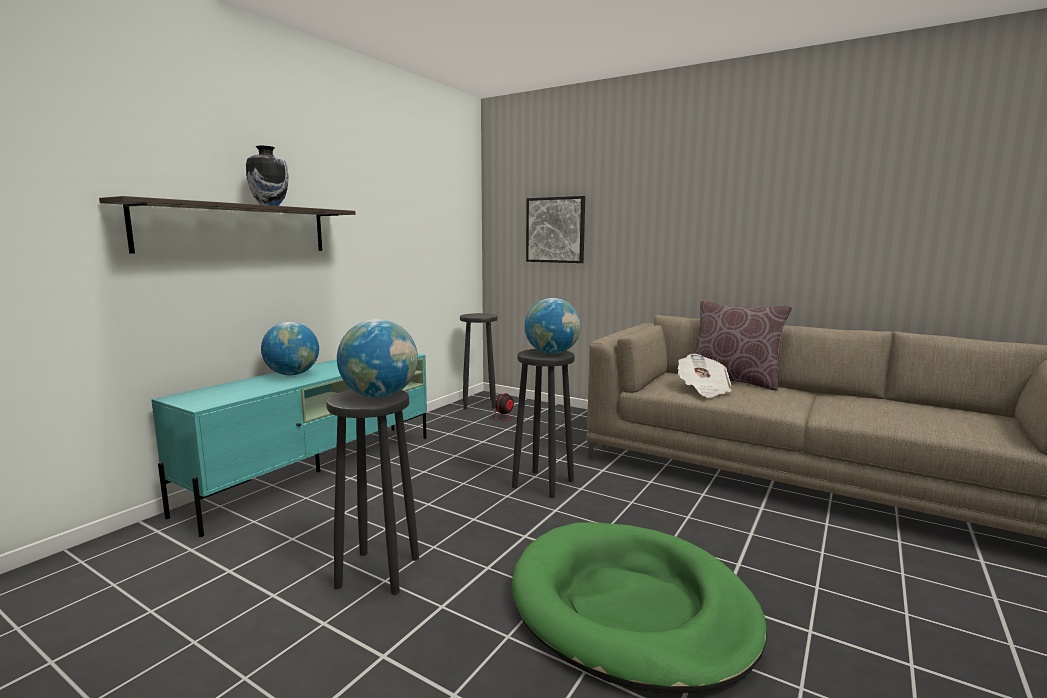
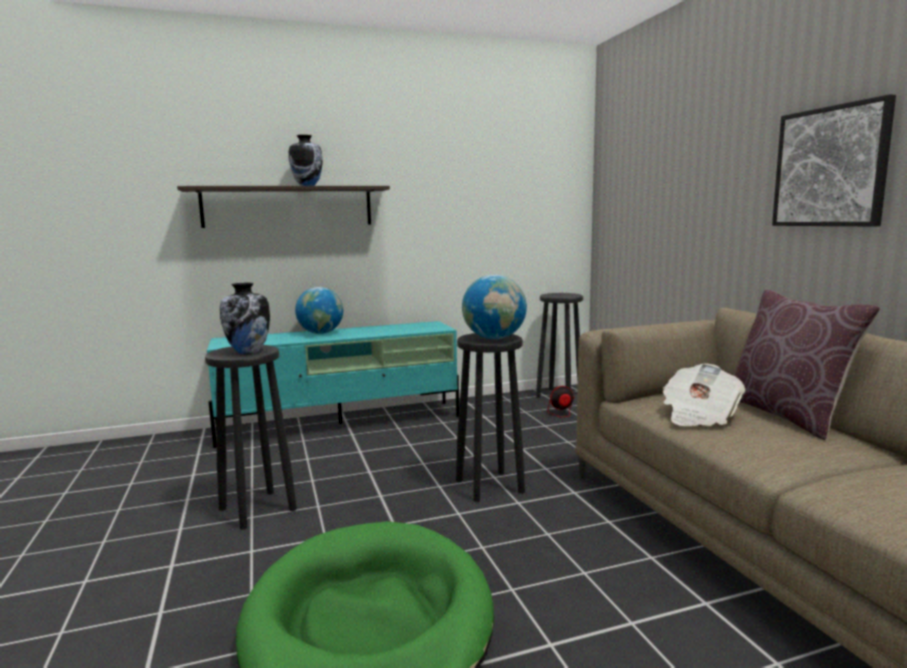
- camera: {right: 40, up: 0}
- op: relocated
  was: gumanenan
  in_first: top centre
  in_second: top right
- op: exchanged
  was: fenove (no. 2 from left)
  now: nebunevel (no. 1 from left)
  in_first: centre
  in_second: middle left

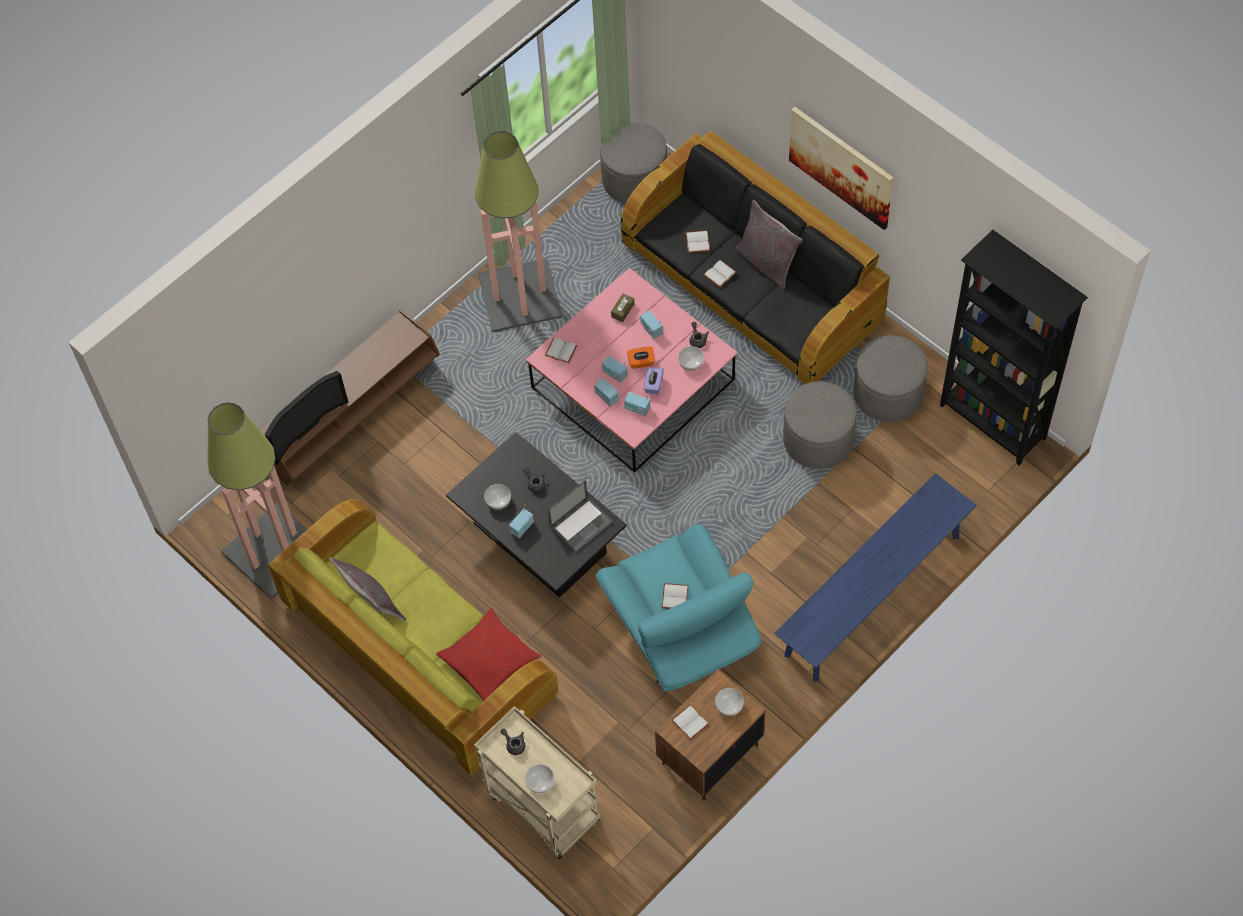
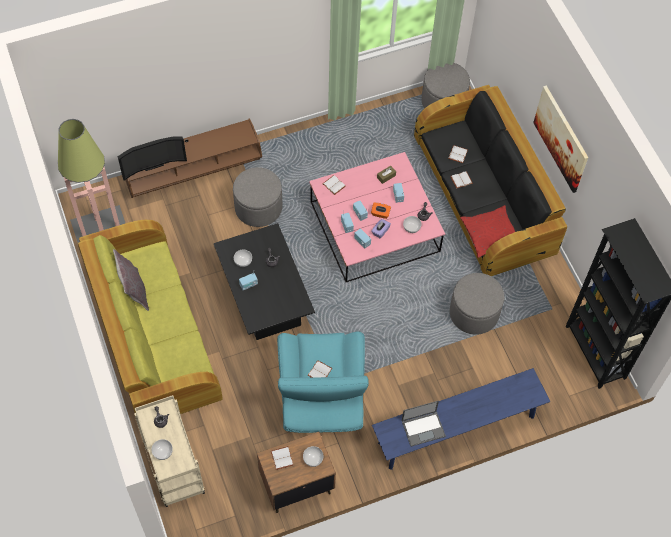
- camera: {right: 20, up: 0}
- op: missing
  was: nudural (no. 2 from left)
  in_first: top centre
- op: missing
  was: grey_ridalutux (no. 2 from left)
  in_first: top centre
- op: relocated
  was: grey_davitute (no. 3 from left in the first image)
  now: grey_davitute (no. 1 from left)
  in_first: middle right
  in_second: centre
- op: relocated
  was: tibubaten
  in_first: centre
  in_second: bottom centre
- op: relocated
  was: red_ridalutux
  in_first: bottom centre
  in_second: middle right

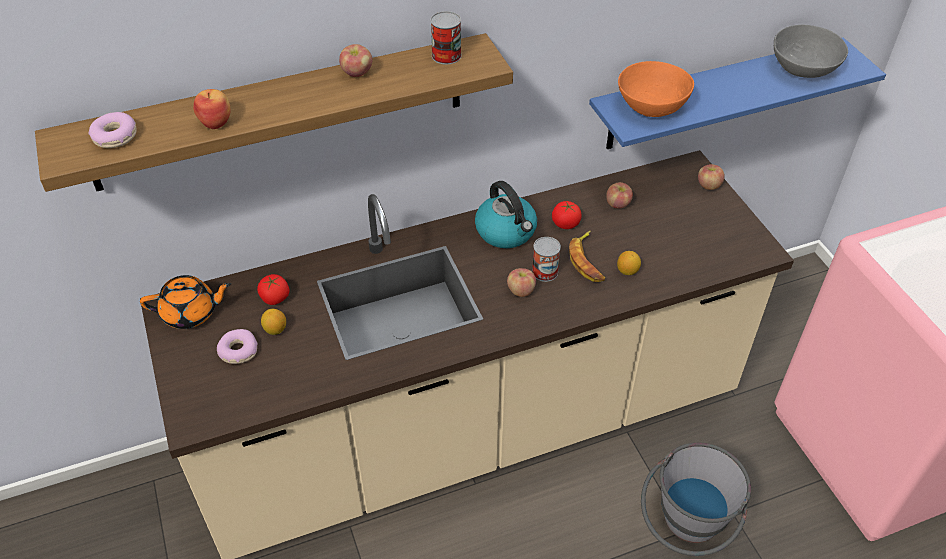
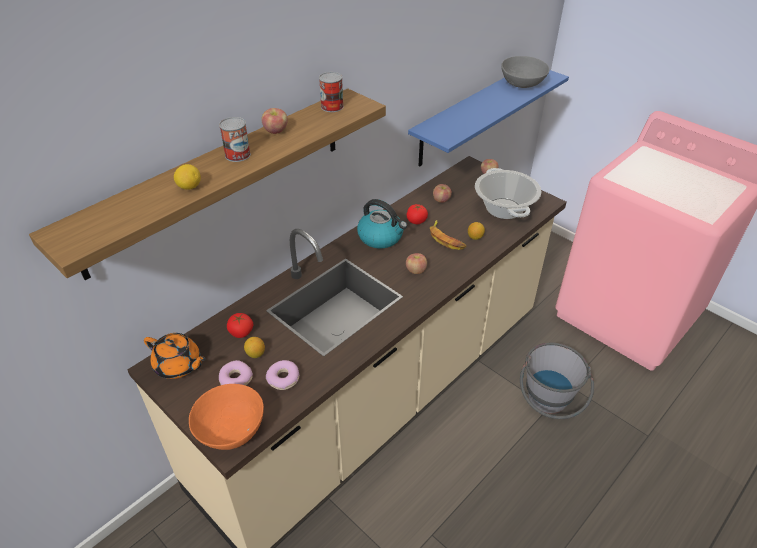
- camera: {right: -25, up: -5}
- op: relocated
  was: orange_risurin
  in_first: top right
  in_second: bottom left
- op: exchanged
  was: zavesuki (no. 1 from left)
  now: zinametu (no. 1 from left)
  in_first: top left
  in_second: top left
- op: relocated
  was: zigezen (no. 1 from left in the first image)
  now: zigezen (no. 2 from left)
  in_first: top left
  in_second: bottom centre
- op: relocated
  was: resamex (no. 2 from left in the first image)
  now: resamex (no. 1 from left)
  in_first: centre
  in_second: top left
- op: spun
  was: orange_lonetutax
  in_first: middle left
  in_second: middle left
  clockwise: 60
- op: appeared
  now: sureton
  in_second: middle right

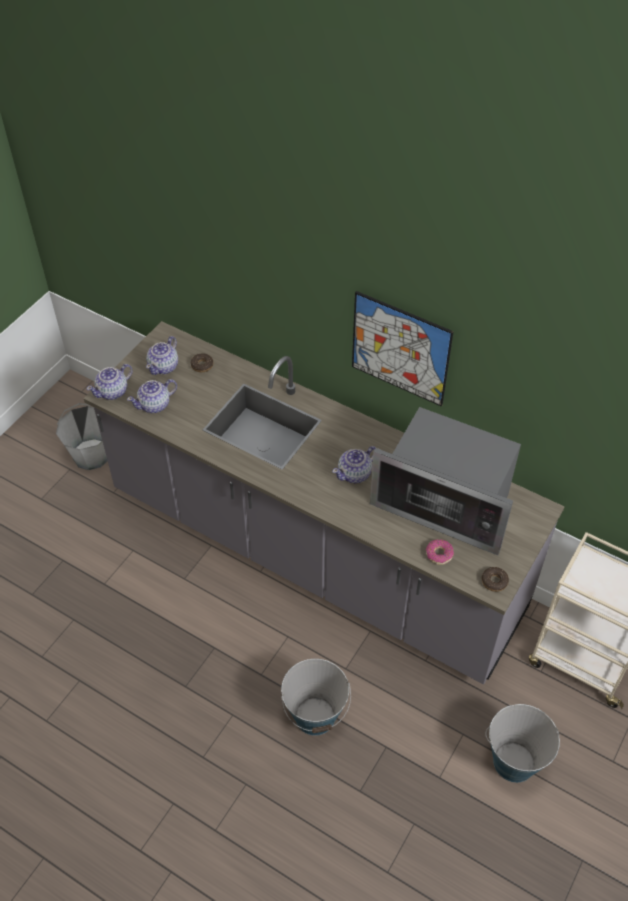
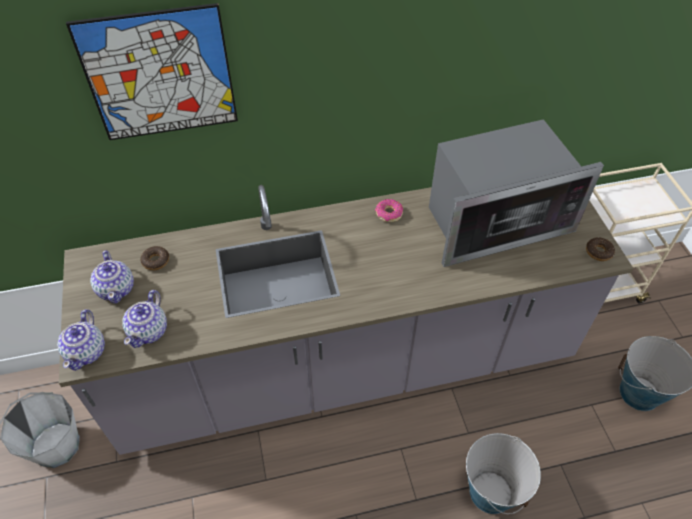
- camera: {right: -45, up: 0}
- op: relocated
  was: gumanenan
  in_first: centre
  in_second: top left
- op: missing
  was: lonetutax (no. 4 from left)
  in_first: centre
- op: relocated
  was: zigezen (no. 2 from left)
  in_first: middle right
  in_second: centre

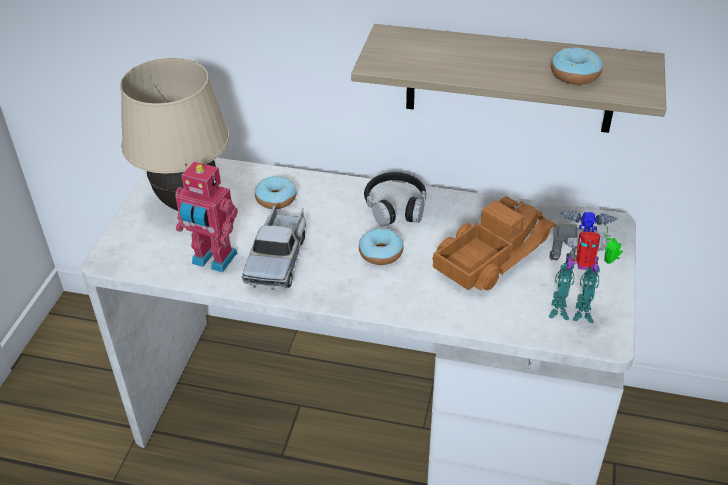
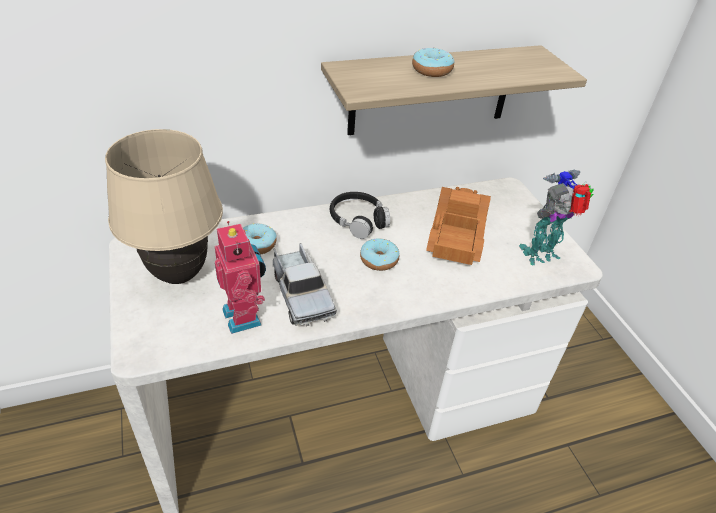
- camera: {right: -35, up: 0}
- op: relocated
  was: zigezen (no. 3 from left)
  in_first: top right
  in_second: top centre
- op: spun
  was: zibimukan (no. 1 from left)
  in_first: middle left
  in_second: centre
  clockwise: -105

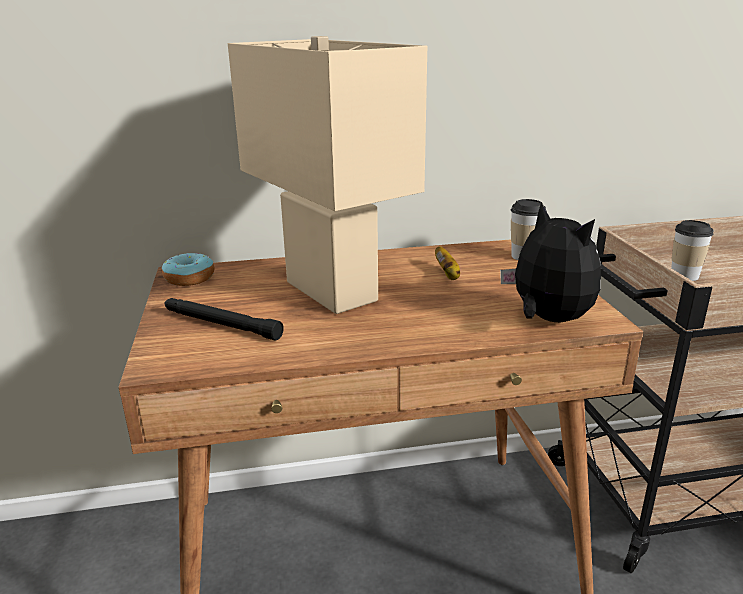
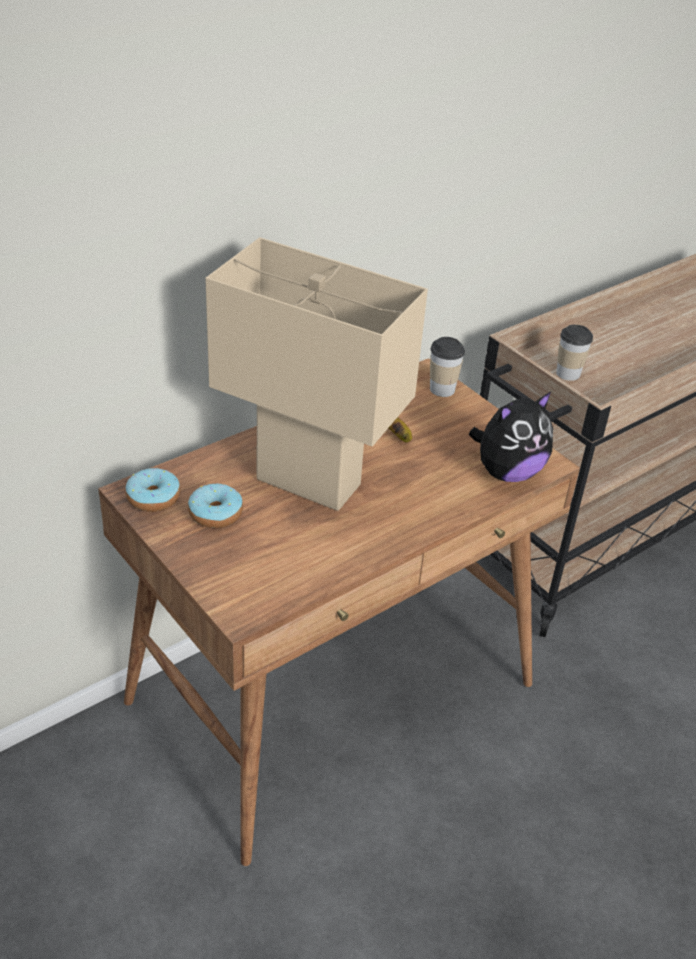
- camera: {right: -30, up: 15}
- op: spun
  was: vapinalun
  in_first: middle right
  in_second: middle right
  clockwise: 120
- op: missing
  was: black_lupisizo
  in_first: middle left
- op: appeared
  now: zigezen (no. 2 from left)
  in_second: middle left

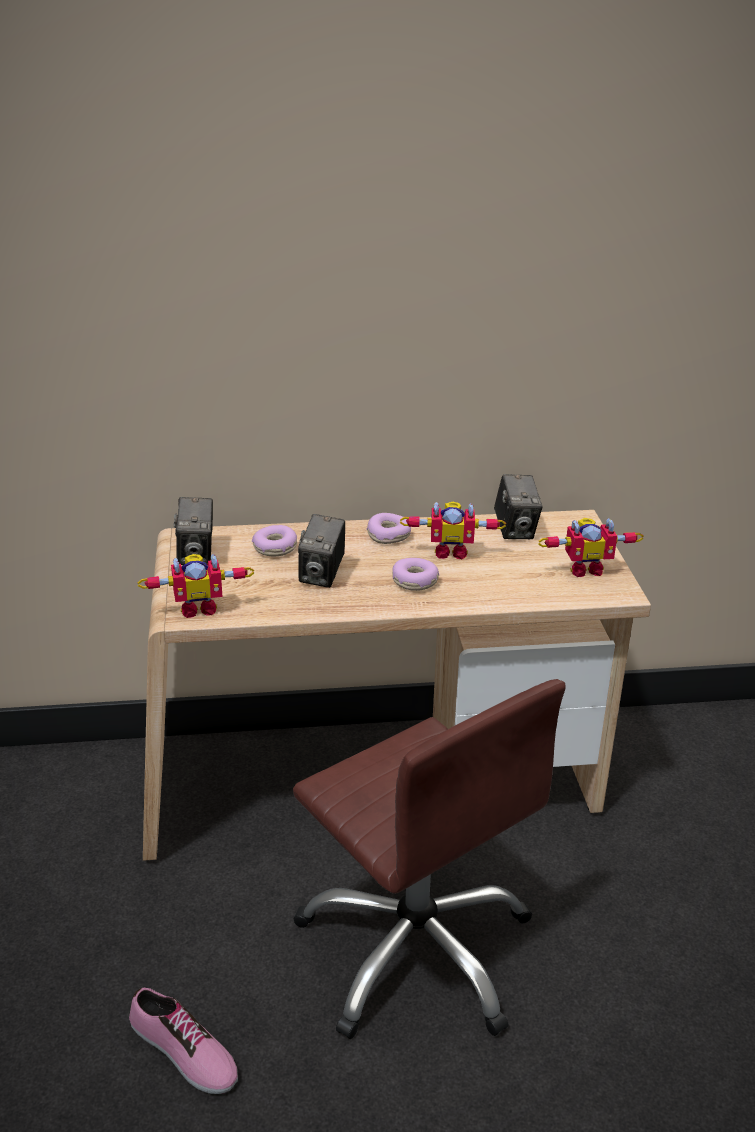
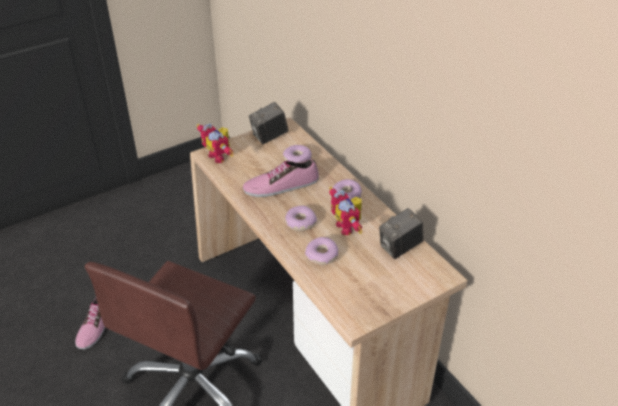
- camera: {right: 65, up: 10}
- op: exchanged
  was: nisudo (no. 2 from left)
  now: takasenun (no. 2 from left)
  in_first: centre
  in_second: centre
- op: missing
  was: zibimukan (no. 3 from left)
  in_first: middle right
- op: appeared
  now: zigezen (no. 3 from left)
  in_second: centre

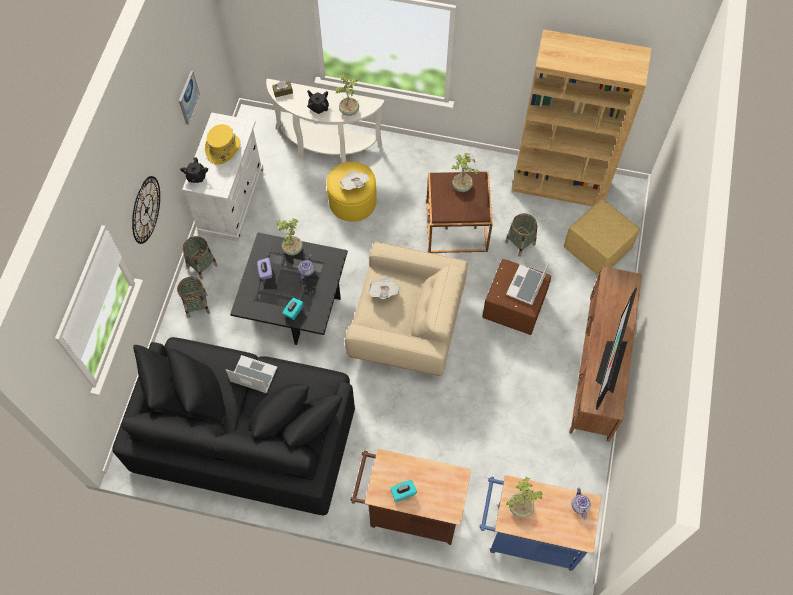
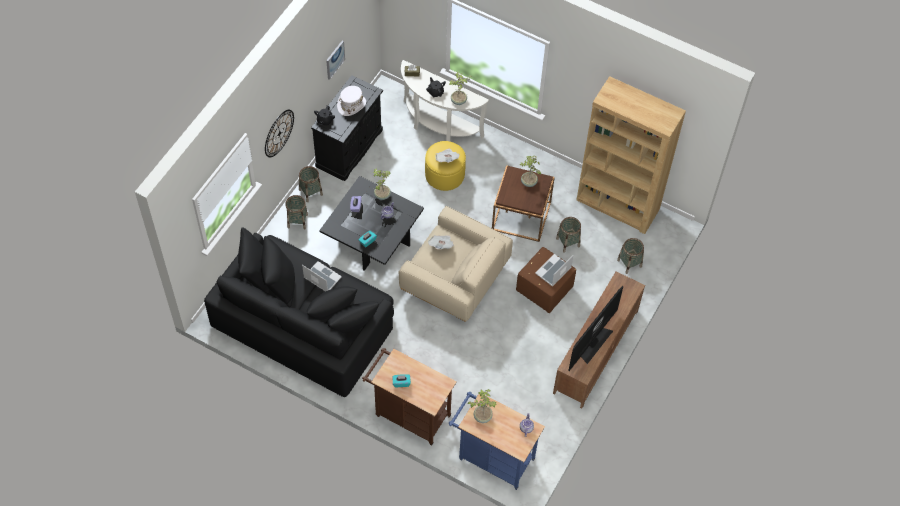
- camera: {right: 15, up: -5}
- op: colour
  was: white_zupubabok
  now: black_zupubabok
  in_first: top left
  in_second: top centre
- op: colour
  was: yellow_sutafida
  now: white_sutafida
  in_first: top left
  in_second: top centre
- op: exchanged
  was: yellow_davitute (no. 2 from left)
  now: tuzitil (no. 4 from left)
  in_first: middle right
  in_second: middle right

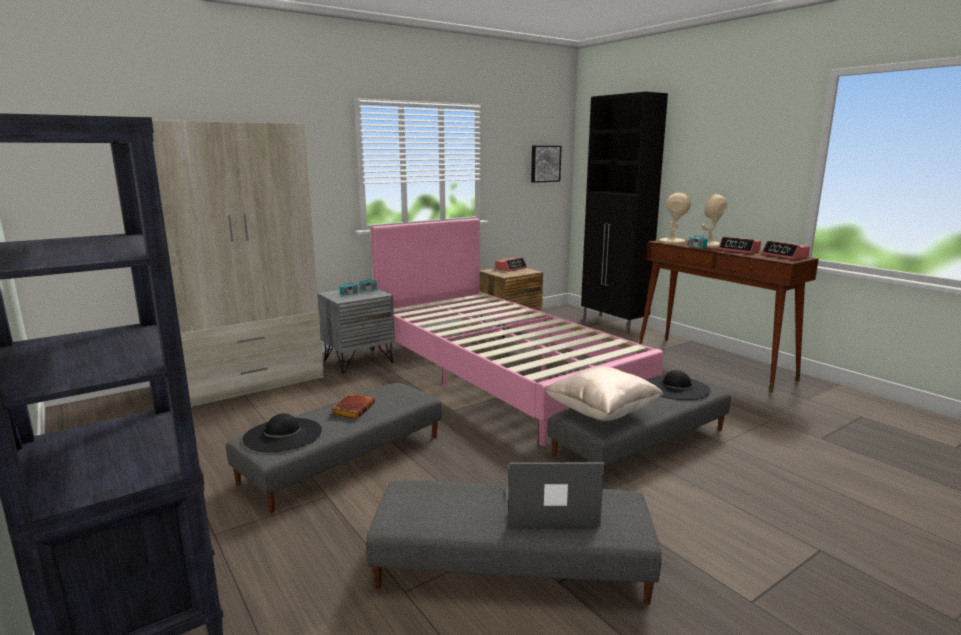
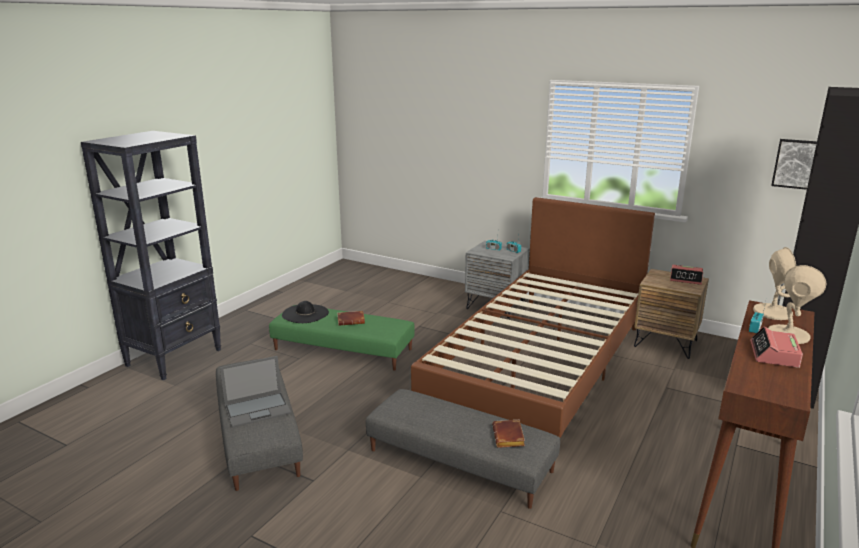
- camera: {right: 65, up: 5}
- op: missing
  was: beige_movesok
  in_first: middle left
- op: colour
  was: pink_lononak
  now: brown_lononak
  in_first: centre
  in_second: centre
- op: missing
  was: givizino (no. 3 from left)
  in_first: middle right
- op: missing
  was: beige_ridalutux
  in_first: centre
- op: exchanged
  was: black_sutafida (no. 2 from left)
  now: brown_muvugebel (no. 2 from left)
  in_first: middle right
  in_second: bottom centre
- op: colour
  was: grey_davitute (no. 1 from left)
  now: green_davitute
  in_first: bottom centre
  in_second: centre
- op: spun
  was: tibubaten
  in_first: bottom centre
  in_second: bottom left
  clockwise: 90

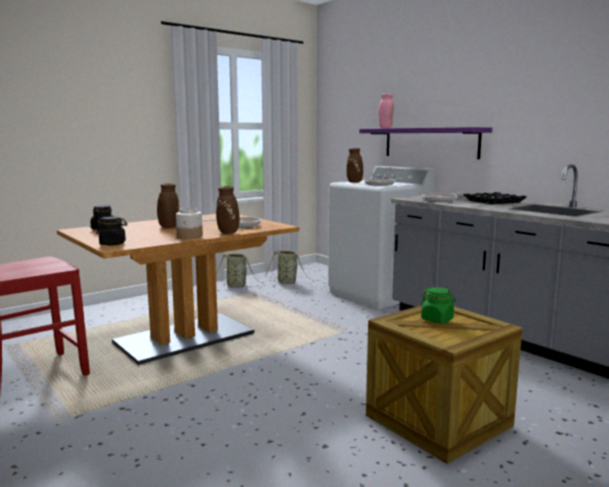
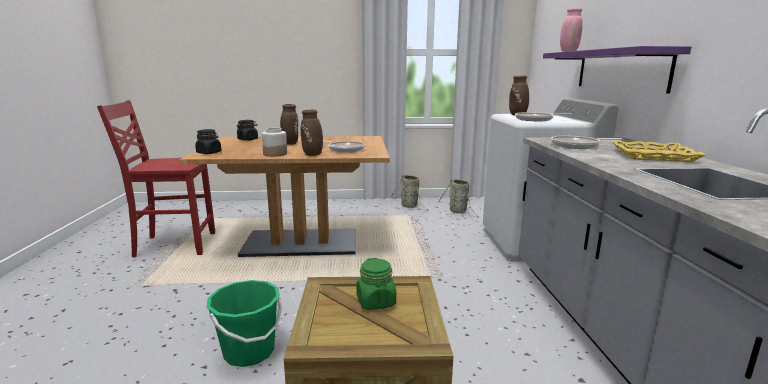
- camera: {right: 35, up: 5}
- op: colour
  was: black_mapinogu
  now: yellow_mapinogu
  in_first: middle right
  in_second: middle right
- op: appeared
  now: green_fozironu
  in_second: bottom left

